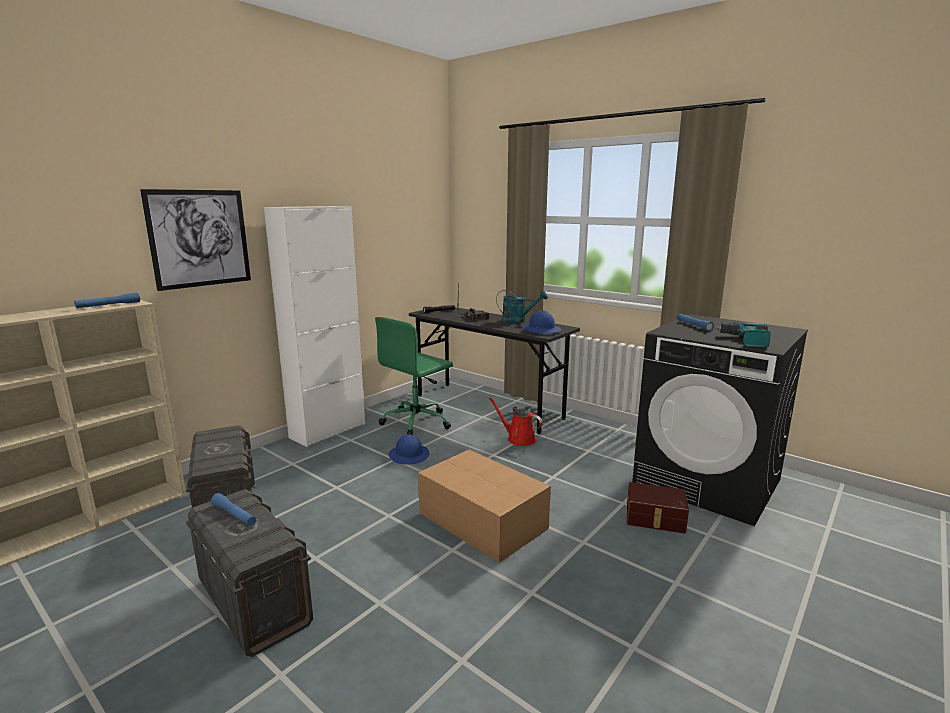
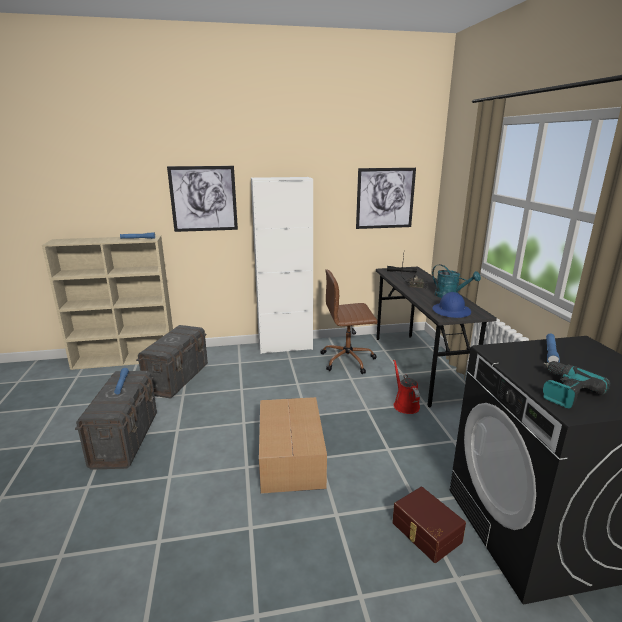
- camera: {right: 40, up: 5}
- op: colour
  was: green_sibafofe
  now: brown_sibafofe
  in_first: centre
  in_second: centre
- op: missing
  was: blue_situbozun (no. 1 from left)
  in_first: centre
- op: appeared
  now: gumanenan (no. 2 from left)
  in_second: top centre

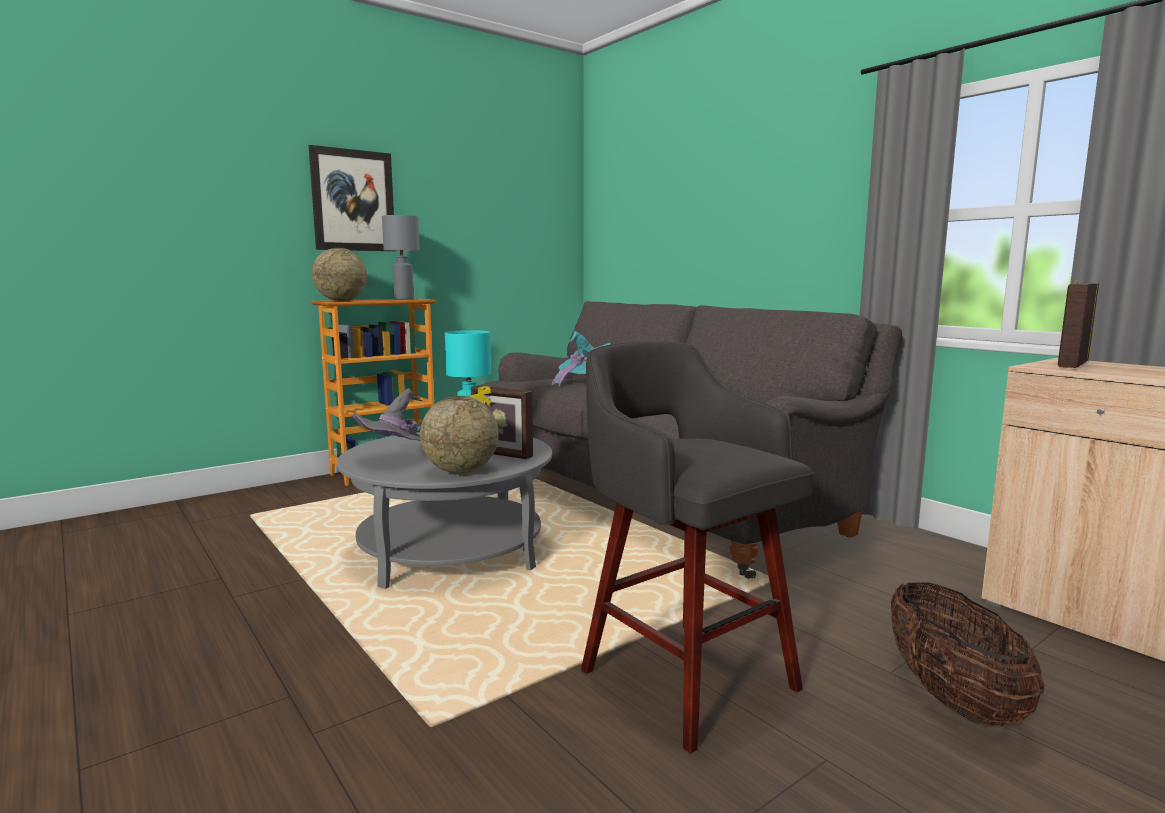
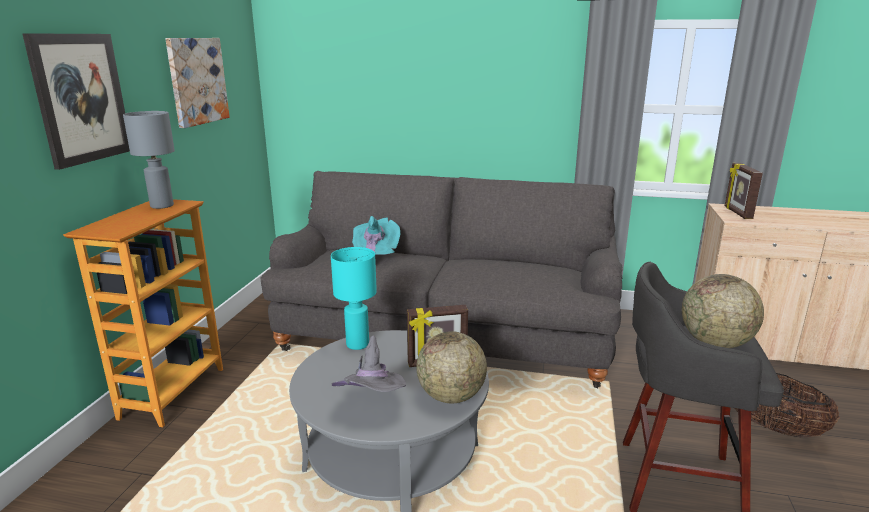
- camera: {right: -40, up: 10}
- op: relocated
  was: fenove (no. 1 from left in the first image)
  now: fenove (no. 2 from left)
  in_first: middle left
  in_second: middle right
- op: appeared
  now: gumanenan (no. 2 from left)
  in_second: top left

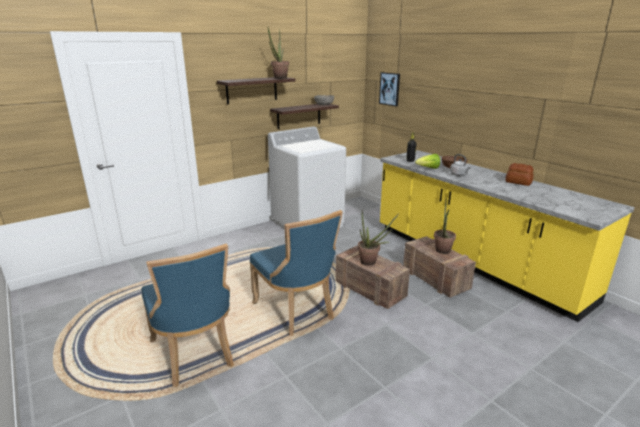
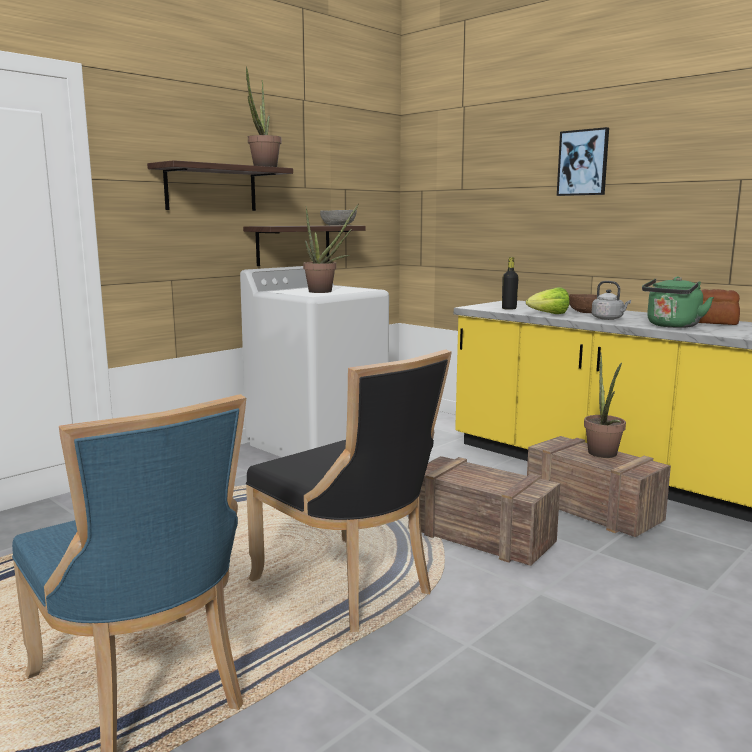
- camera: {right: -10, up: -10}
- op: relocated
  was: gumanenan
  in_first: top centre
  in_second: top right
- op: colour
  was: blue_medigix (no. 2 from left)
  now: black_medigix
  in_first: centre
  in_second: centre
- op: relocated
  was: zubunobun (no. 2 from left)
  in_first: centre
  in_second: top centre
- op: appeared
  now: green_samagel
  in_second: middle right

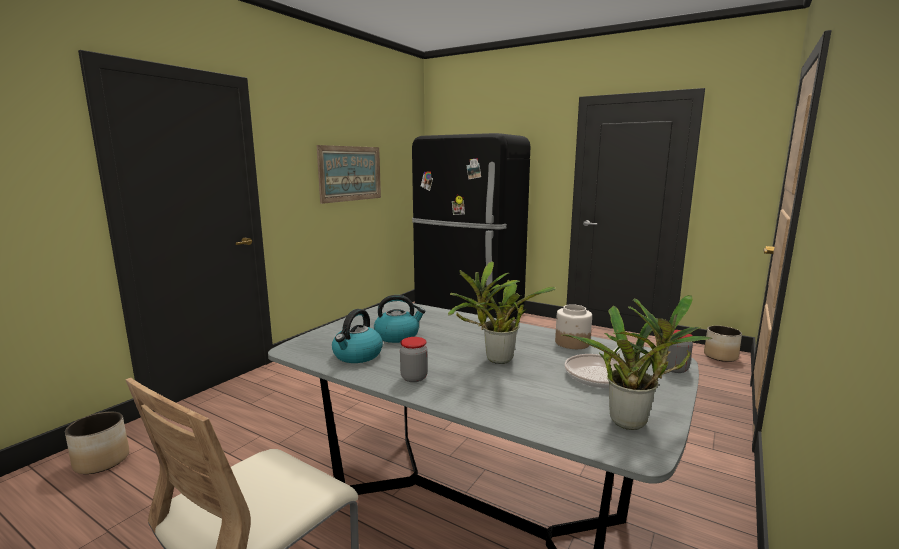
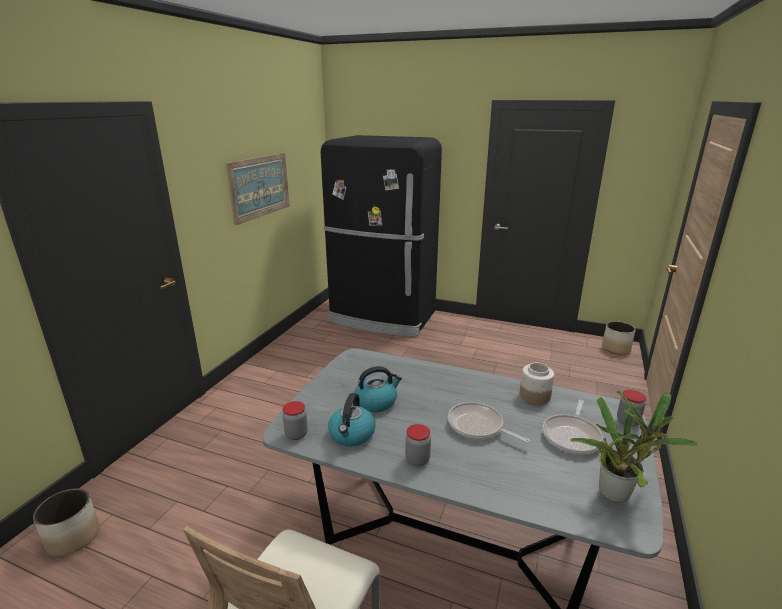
- camera: {right: -10, up: 10}
- op: exchanged
  was: zubunobun (no. 1 from left)
  now: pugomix (no. 1 from left)
  in_first: centre
  in_second: bottom centre
- op: appeared
  now: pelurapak (no. 1 from left)
  in_second: bottom centre

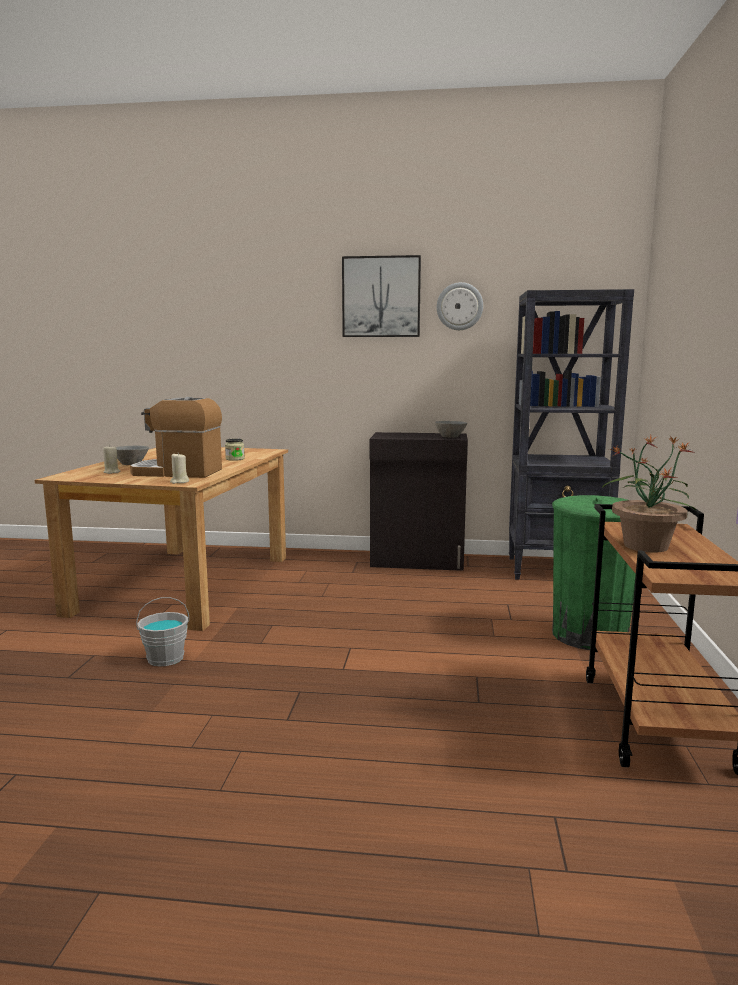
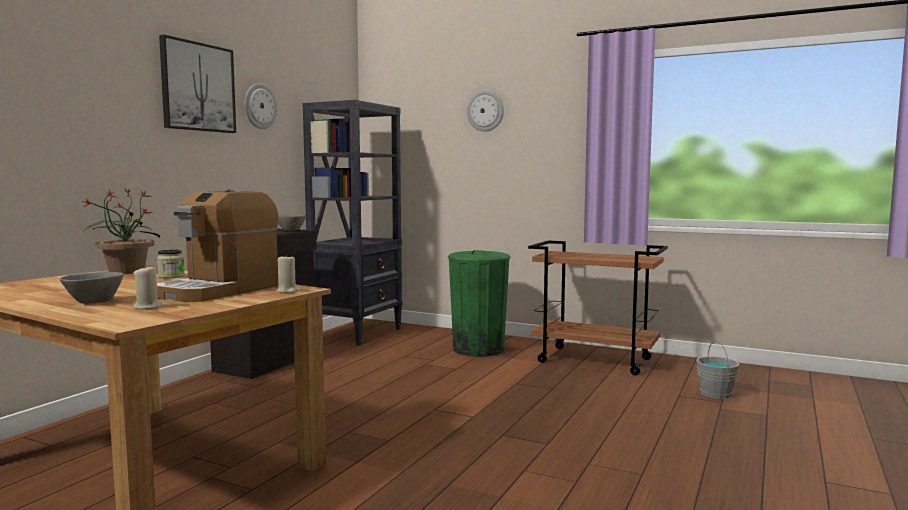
- camera: {right: -70, up: -5}
- op: relocated
  was: zubunobun
  in_first: middle right
  in_second: middle left
- op: relocated
  was: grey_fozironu
  in_first: middle left
  in_second: bottom right
- op: appeared
  now: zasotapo (no. 2 from left)
  in_second: top centre

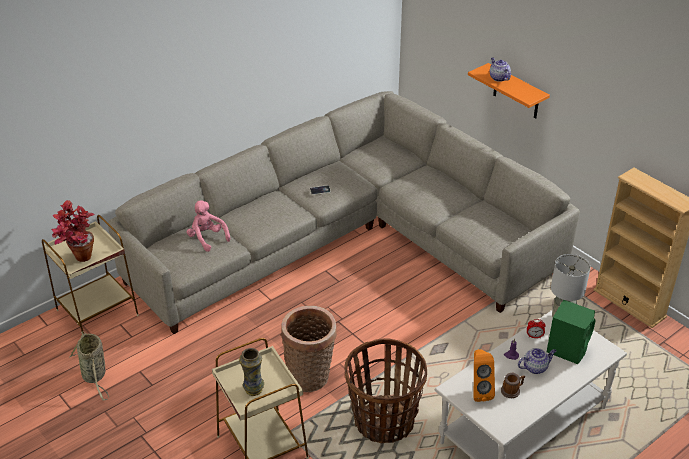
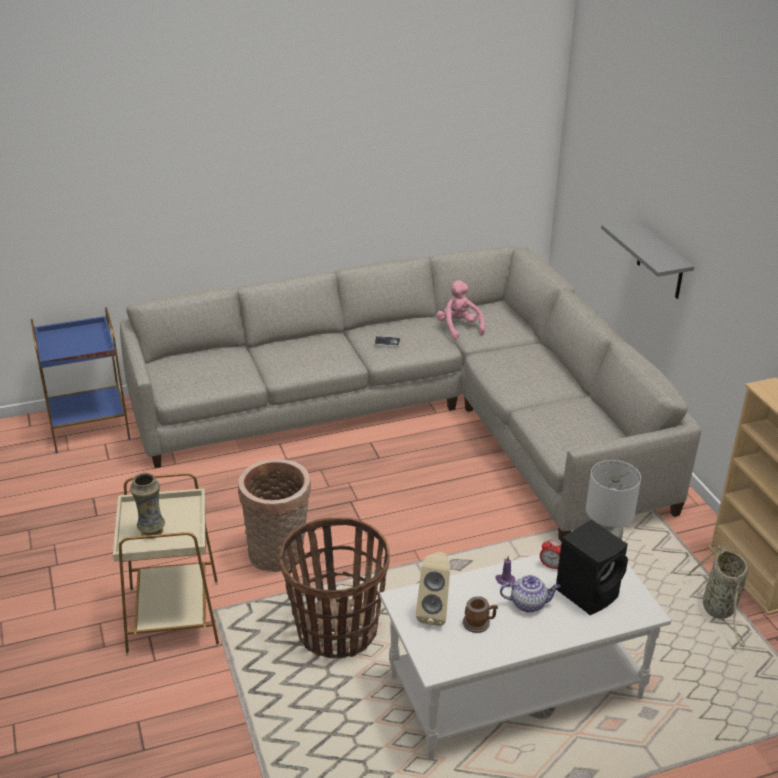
- camera: {right: 20, up: -5}
- op: missing
  was: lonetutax (no. 1 from left)
  in_first: top right
- op: colour
  was: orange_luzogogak
  now: grey_luzogogak
  in_first: top right
  in_second: top right
- op: missing
  was: zubunobun
  in_first: middle left
- op: relocated
  was: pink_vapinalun
  in_first: middle left
  in_second: centre
- op: colour
  was: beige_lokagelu (no. 1 from left)
  now: blue_lokagelu
  in_first: middle left
  in_second: middle left
- op: colour
  was: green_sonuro
  now: black_sonuro
  in_first: bottom right
  in_second: bottom right
- op: relocated
  was: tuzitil (no. 1 from left in the first image)
  now: tuzitil (no. 3 from left)
  in_first: bottom left
  in_second: bottom right
- op: colour
  was: orange_sonuro
  now: beige_sonuro
  in_first: bottom right
  in_second: bottom centre

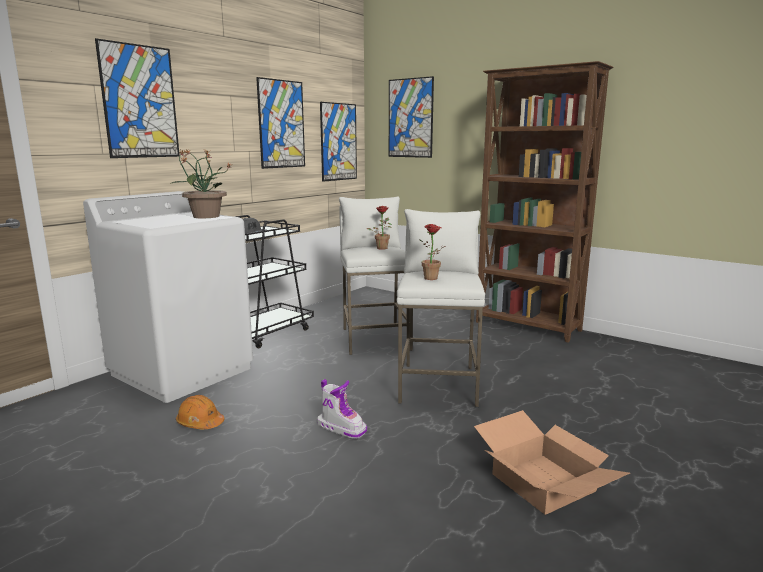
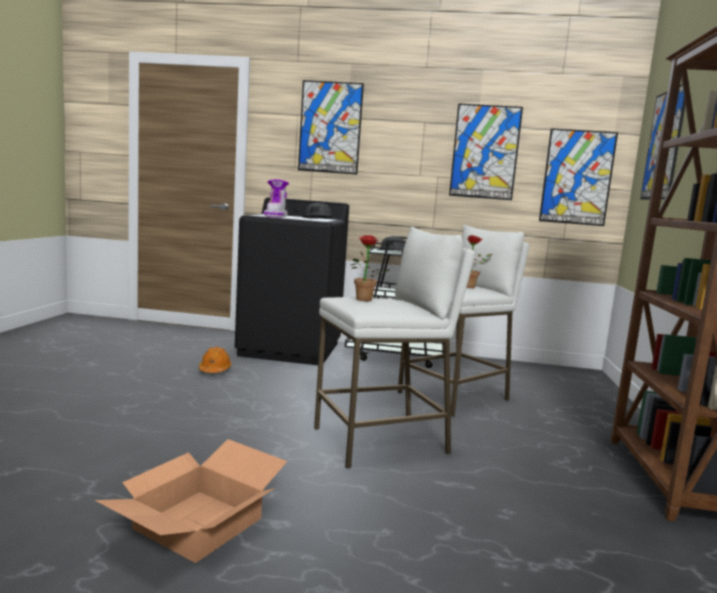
- camera: {right: 60, up: -5}
- op: exchanged
  was: zubunobun (no. 1 from left)
  now: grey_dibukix (no. 1 from left)
  in_first: top left
  in_second: centre
- op: colour
  was: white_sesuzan
  now: black_sesuzan
  in_first: middle left
  in_second: centre
- op: relocated
  was: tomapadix
  in_first: bottom centre
  in_second: centre

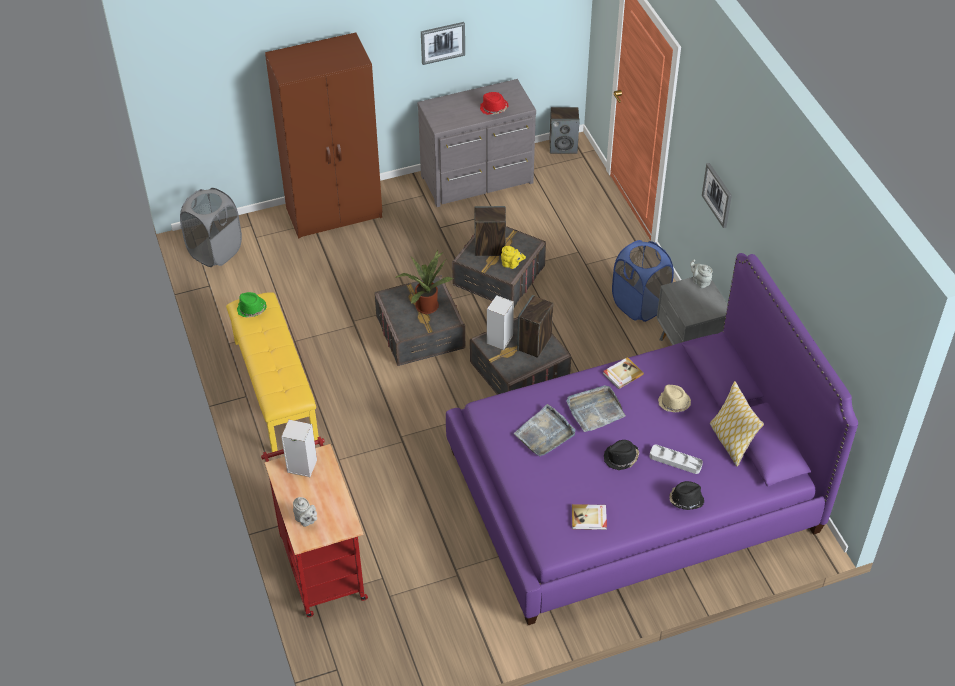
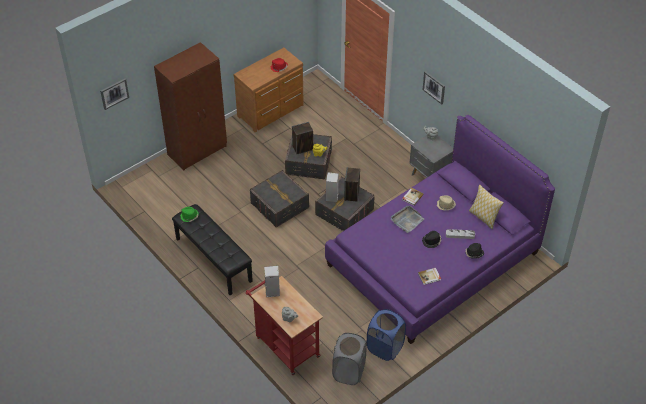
- camera: {right: -20, up: 0}
- op: relocated
  was: gumanenan (no. 1 from left)
  in_first: top centre
  in_second: top left
- op: colour
  was: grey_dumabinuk
  now: brown_dumabinuk
  in_first: top centre
  in_second: top centre
- op: missing
  was: sonuro (no. 5 from left)
  in_first: top centre
- op: relocated
  was: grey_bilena
  in_first: top left
  in_second: bottom centre
- op: relocated
  was: blue_bilena
  in_first: middle right
  in_second: bottom centre
- op: missing
  was: zubunobun
  in_first: centre
- op: colour
  was: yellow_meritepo
  now: black_meritepo
  in_first: middle left
  in_second: middle left
- op: missing
  was: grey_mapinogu (no. 1 from left)
  in_first: centre

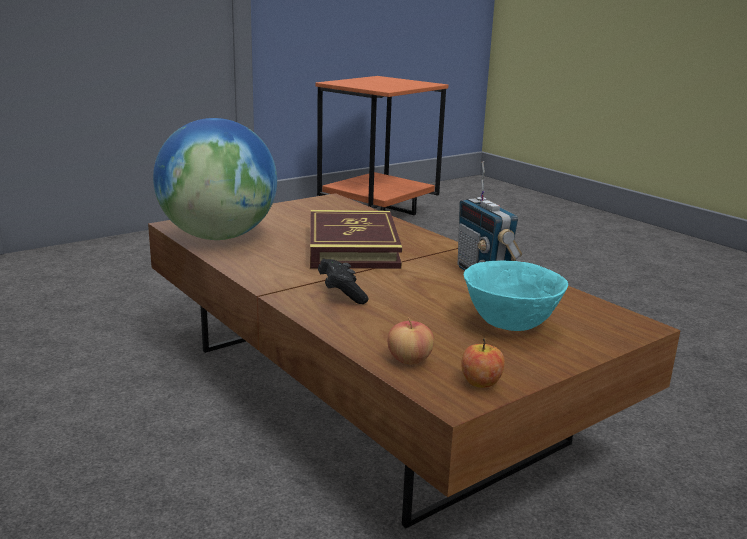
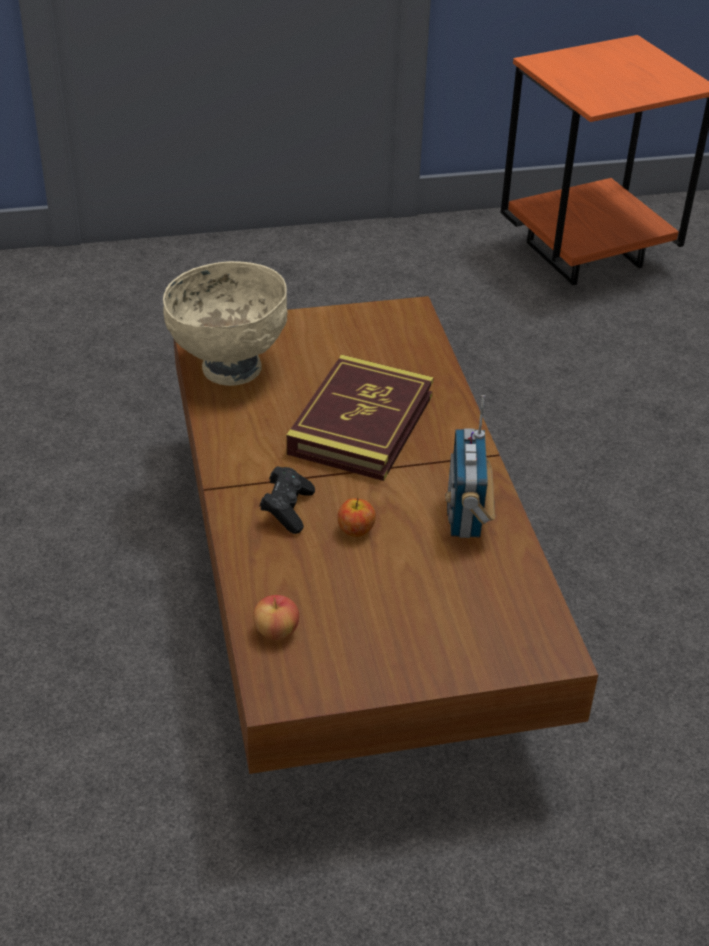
- camera: {right: 25, up: 20}
- op: exchanged
  was: fenove
  now: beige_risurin
  in_first: top left
  in_second: middle left
- op: missing
  was: turquoise_risurin
  in_first: middle right
- op: relocated
  was: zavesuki (no. 2 from left)
  in_first: bottom centre
  in_second: centre

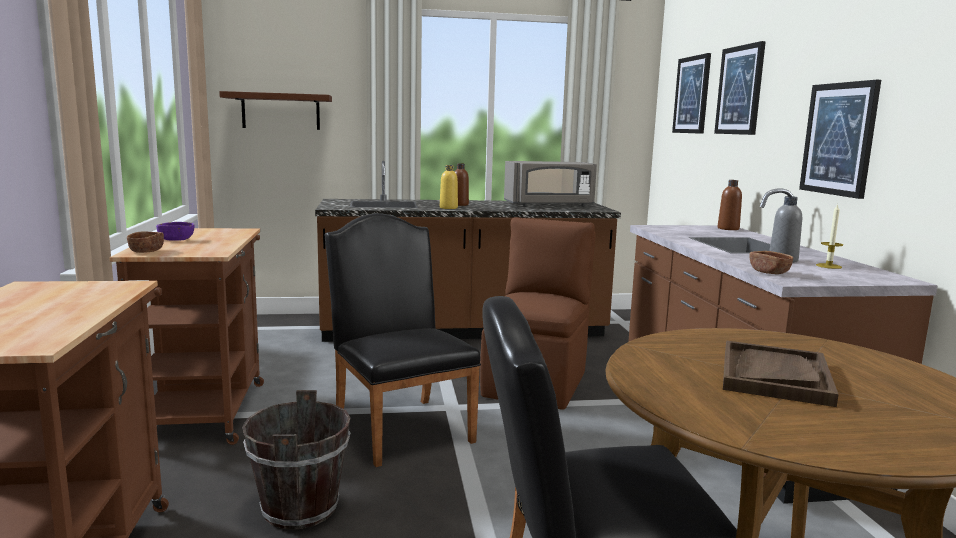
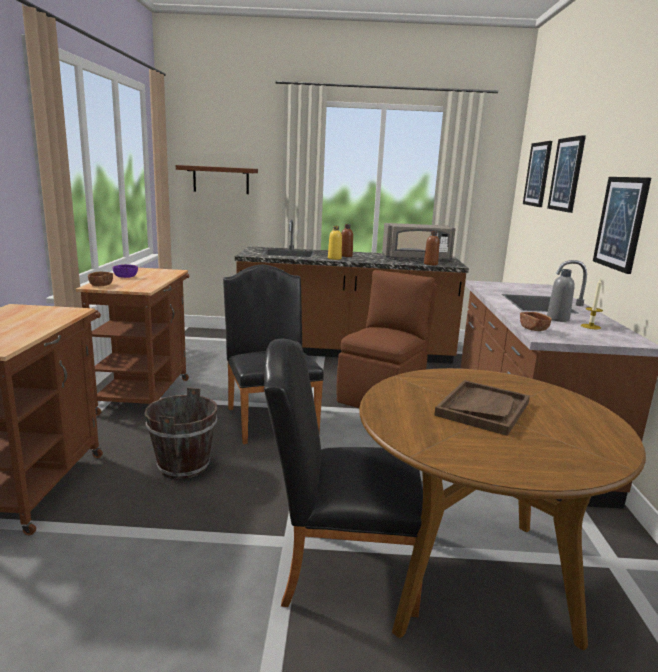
- camera: {right: 10, up: 5}
- op: relocated
  was: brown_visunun (no. 2 from left)
  in_first: middle right
  in_second: centre

